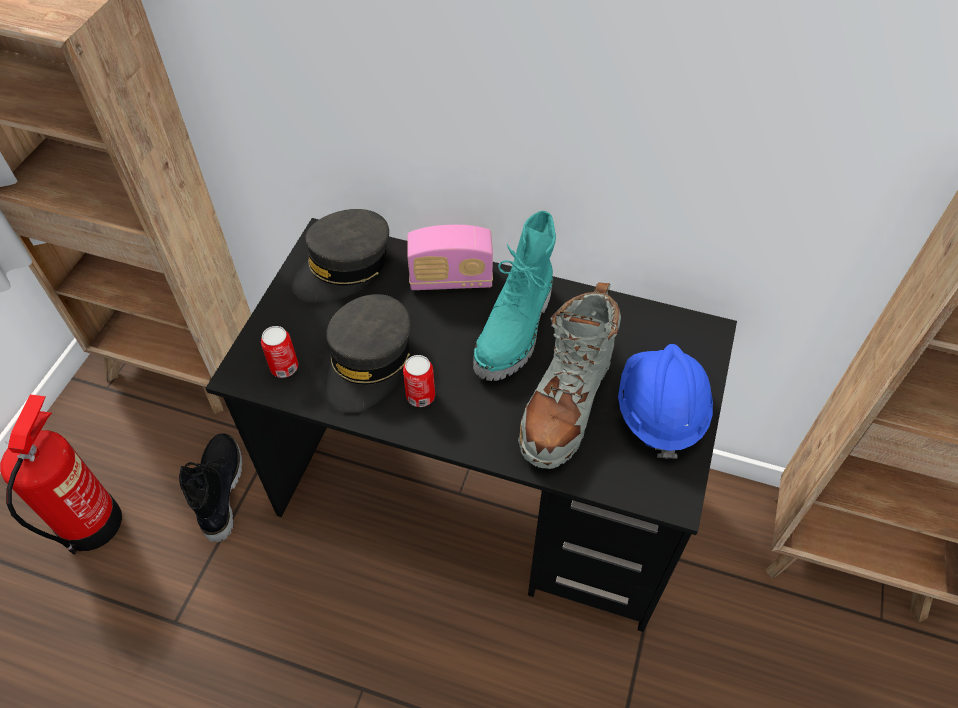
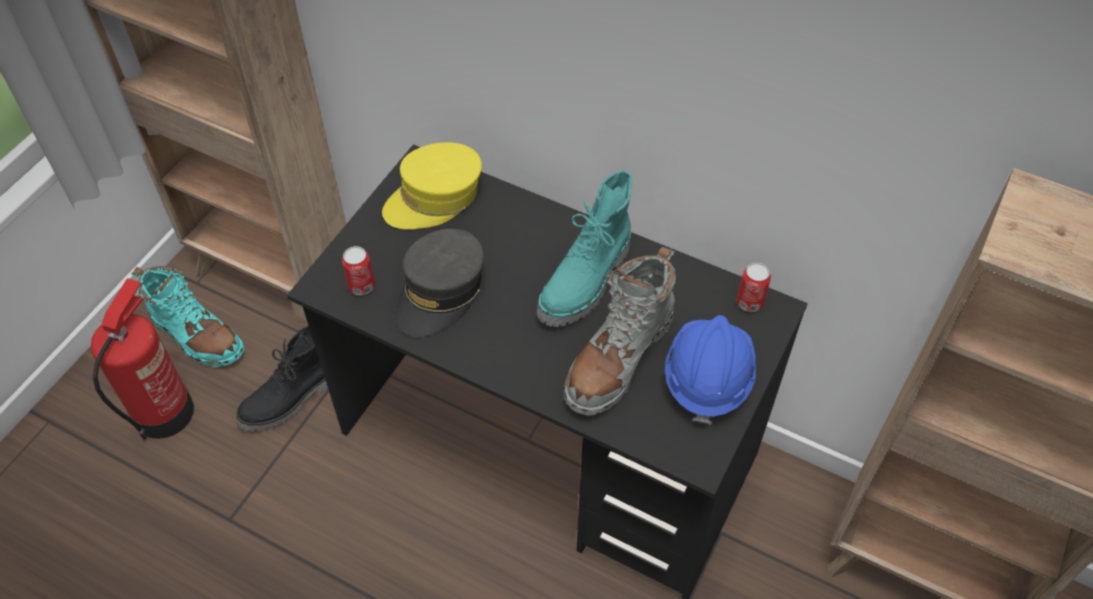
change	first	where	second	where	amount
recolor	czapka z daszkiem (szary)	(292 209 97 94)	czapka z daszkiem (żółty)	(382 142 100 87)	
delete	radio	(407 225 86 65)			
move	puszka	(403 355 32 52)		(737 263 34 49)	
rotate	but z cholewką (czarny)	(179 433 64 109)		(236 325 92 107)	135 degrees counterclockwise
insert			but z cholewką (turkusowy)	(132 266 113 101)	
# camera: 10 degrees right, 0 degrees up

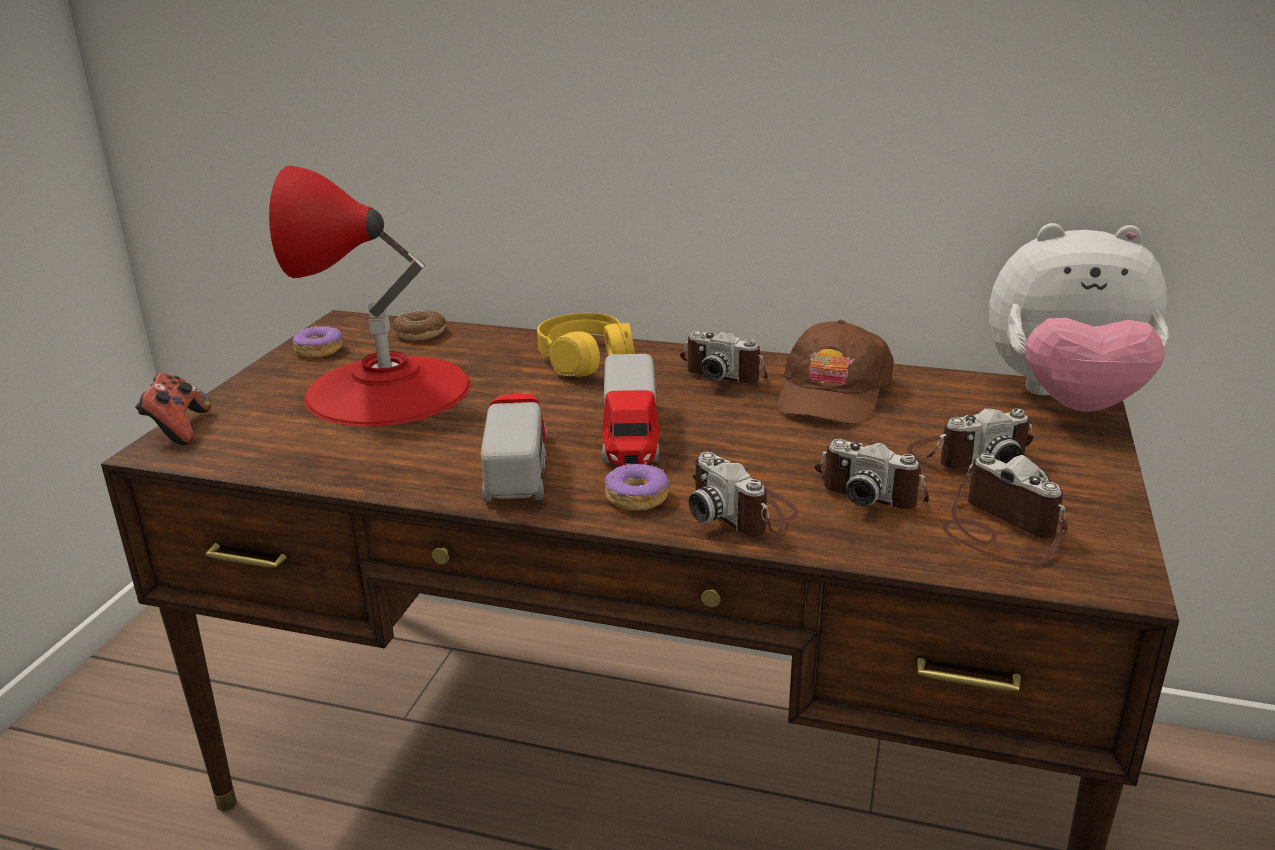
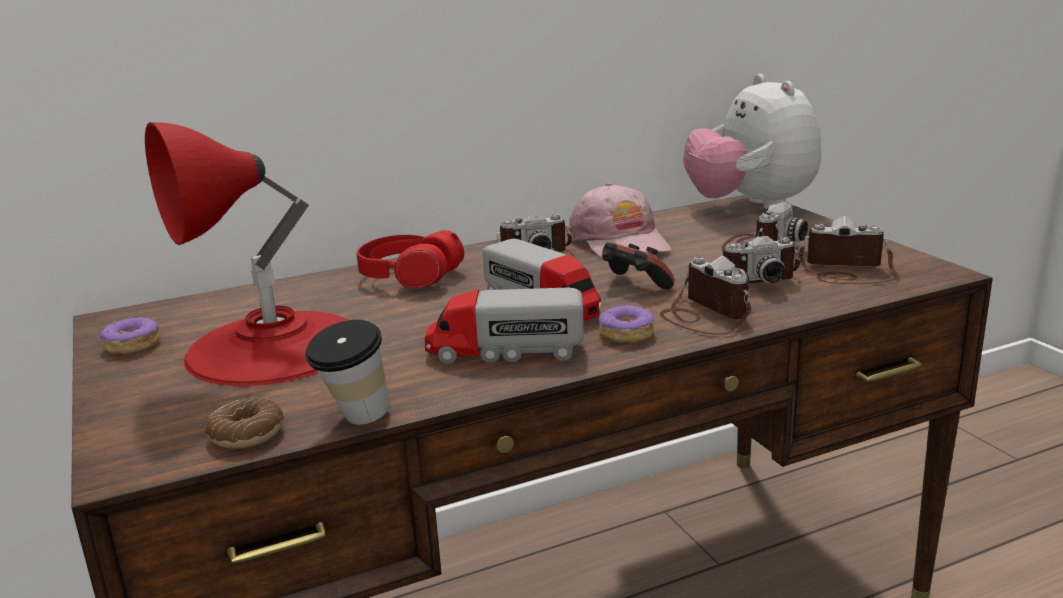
change	first	where	second	where	amount
rotate	pluszak	(989 223 180 189)		(684 74 137 135)	105 degrees clockwise
move	donut	(393 310 53 30)		(205 397 79 52)	
recolor	słuchawki (żółty)	(537 313 98 64)	słuchawki (czerwony)	(357 230 107 58)	
recolor	czapka z daszkiem (brązowy)	(777 320 117 104)	czapka z daszkiem (różowy)	(569 183 102 75)	
move	pad do gier	(135 373 76 72)		(602 242 72 47)	
rotate	ciężarówka zabawkowa	(481 394 66 108)		(425 288 159 76)	45 degrees counterclockwise
rotate	aparat fotograficzny	(689 452 110 85)		(660 255 91 79)	135 degrees counterclockwise
insert			filiżanka	(305 320 85 105)	
# camera: 40 degrees left, 5 degrees down

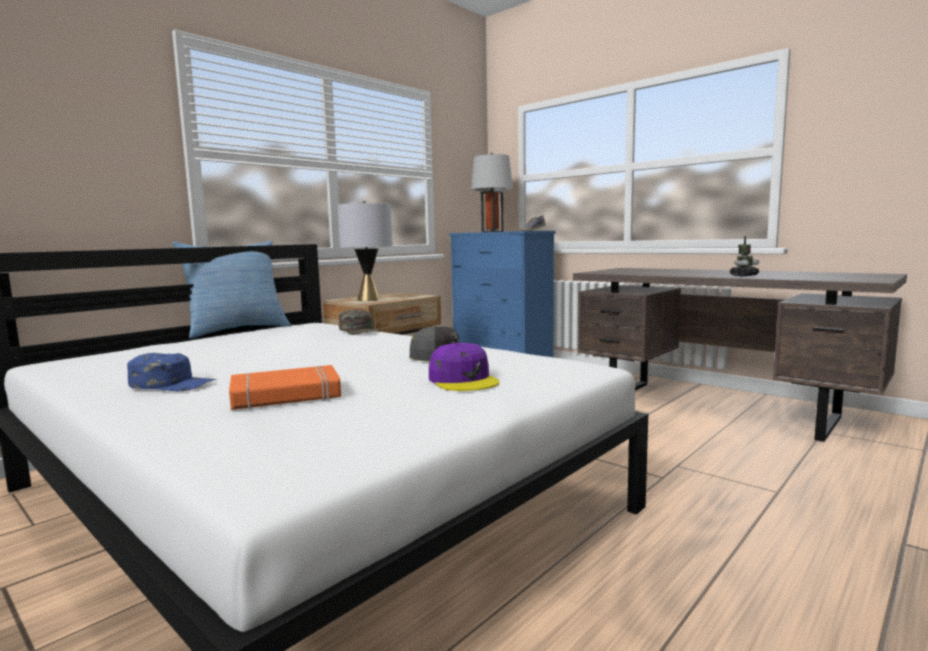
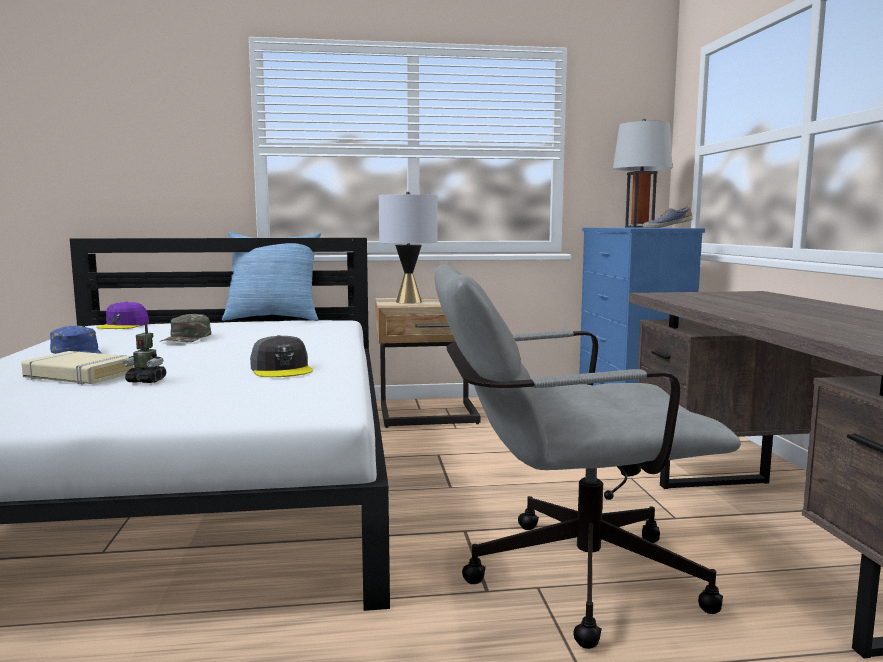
change	first	where	second	where	amount
move	robot zabawkowy	(730 236 29 40)		(122 321 44 62)	
move	czapka z daszkiem (zielony)	(339 309 42 26)		(161 314 50 28)	
move	czapka z daszkiem (fioletowy)	(429 343 70 48)		(96 301 53 28)	
recolor	książka (pomarańczowy)	(229 365 112 45)	książka (beżowy)	(21 351 112 33)	
insert			krzesło biurowe (szary)	(434 264 307 385)	
# camera: 40 degrees right, 0 degrees up

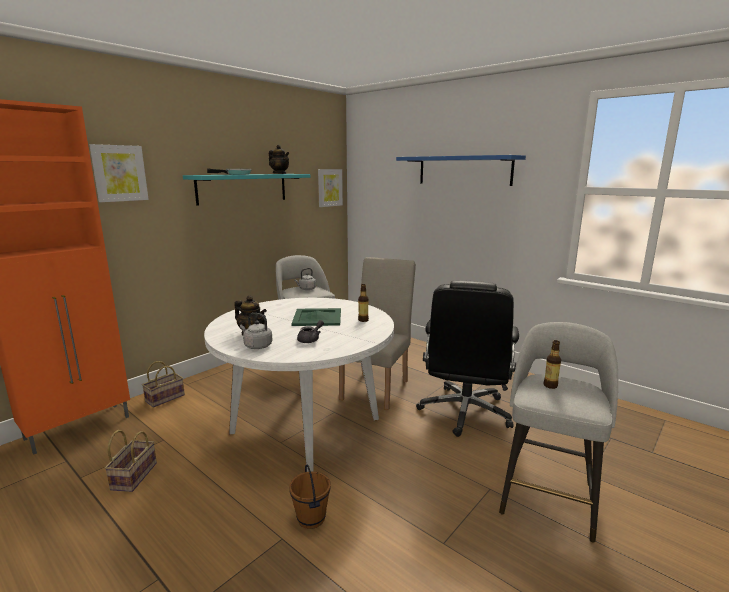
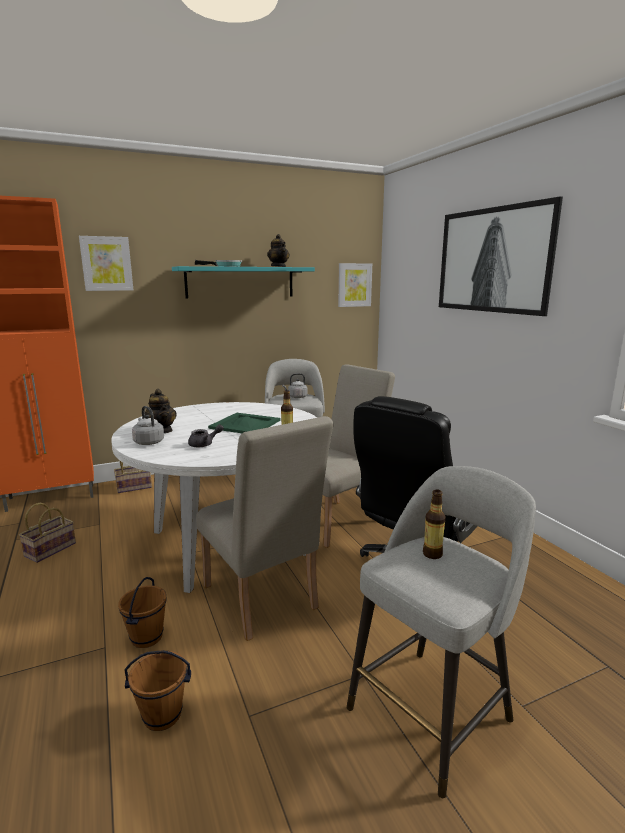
change	first	where	second	where	amount
replace	półka (niebieski)	(396 155 130 31)	obraz	(439 196 124 120)	
insert			krzesło (beżowy)	(196 416 137 225)	
insert			wiadro (brązowy)	(124 650 67 81)	
# camera: 25 degrees right, 0 degrees up

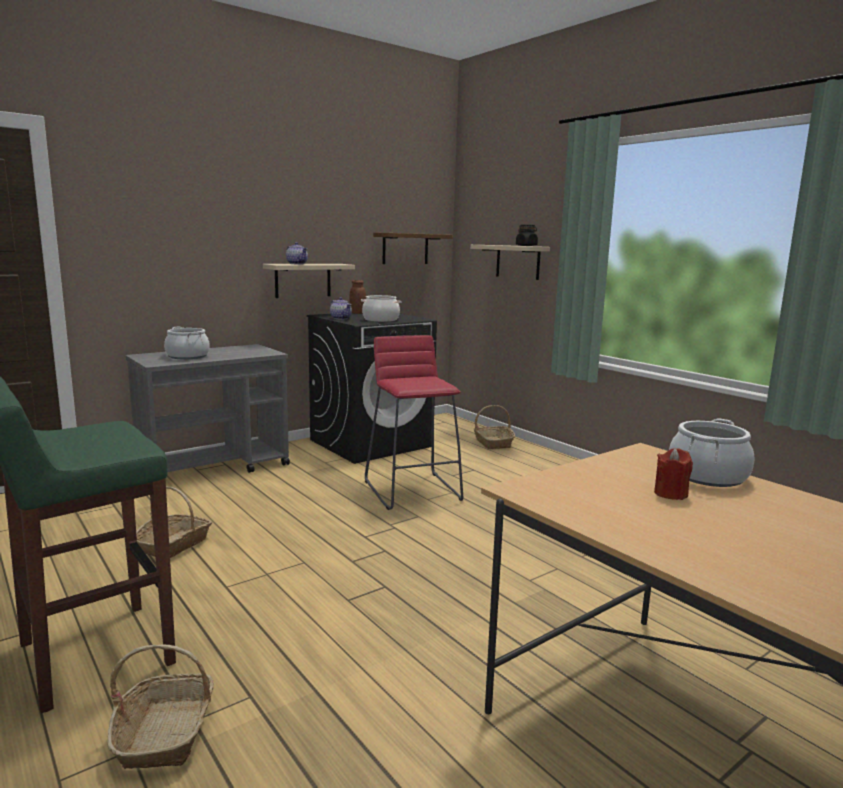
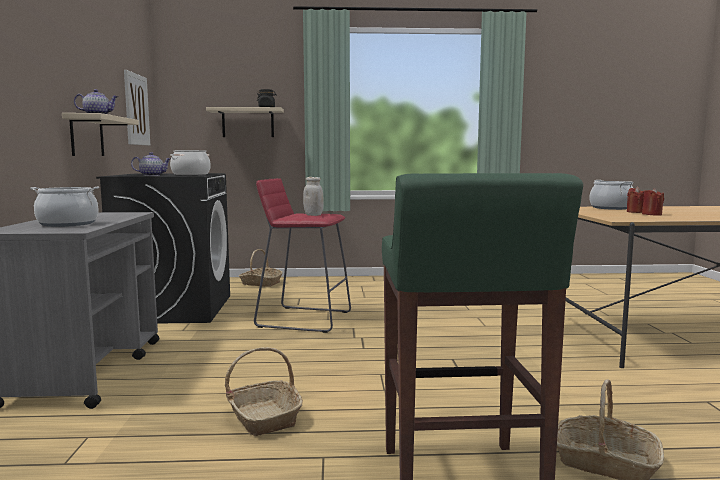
change	first	where	second	where	amount
replace	półka (brązowy)	(373 233 80 31)	obraz	(124 70 26 75)	
delete	słoik (brązowy)	(349 280 17 34)			
insert			słoik (biały)	(303 177 20 39)	
insert			świeca (czerwony)	(642 188 22 28)	
# camera: 55 degrees left, 5 degrees down

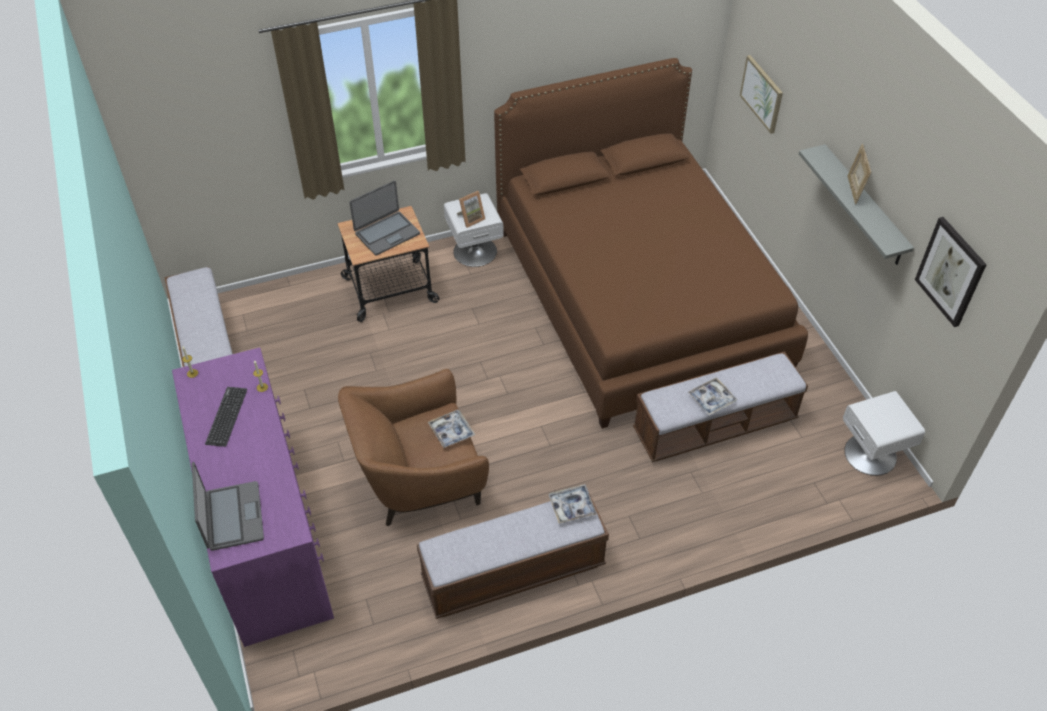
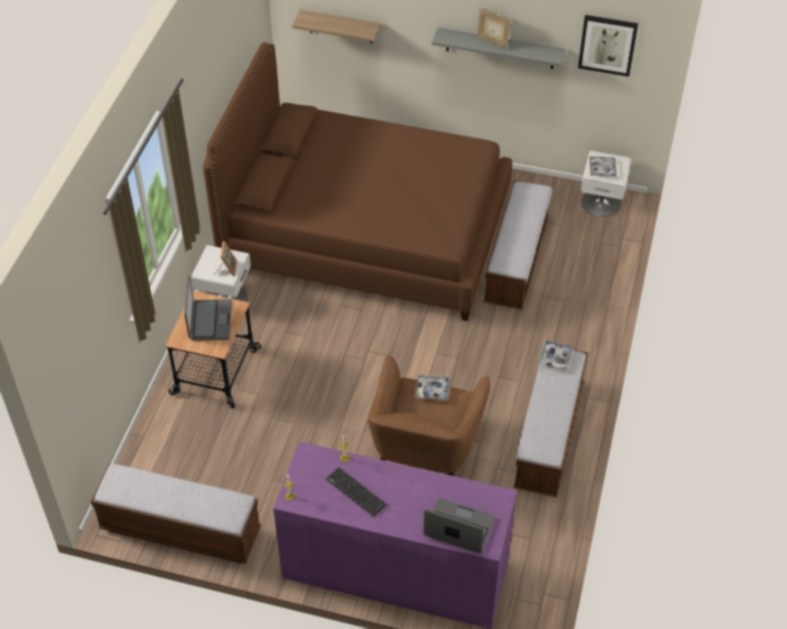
change	first	where	second	where	amount
replace	obraz	(740 55 43 79)	półka	(292 10 89 33)	
move	taca	(688 377 49 38)		(589 156 28 21)	
# camera: 55 degrees left, 0 degrees up

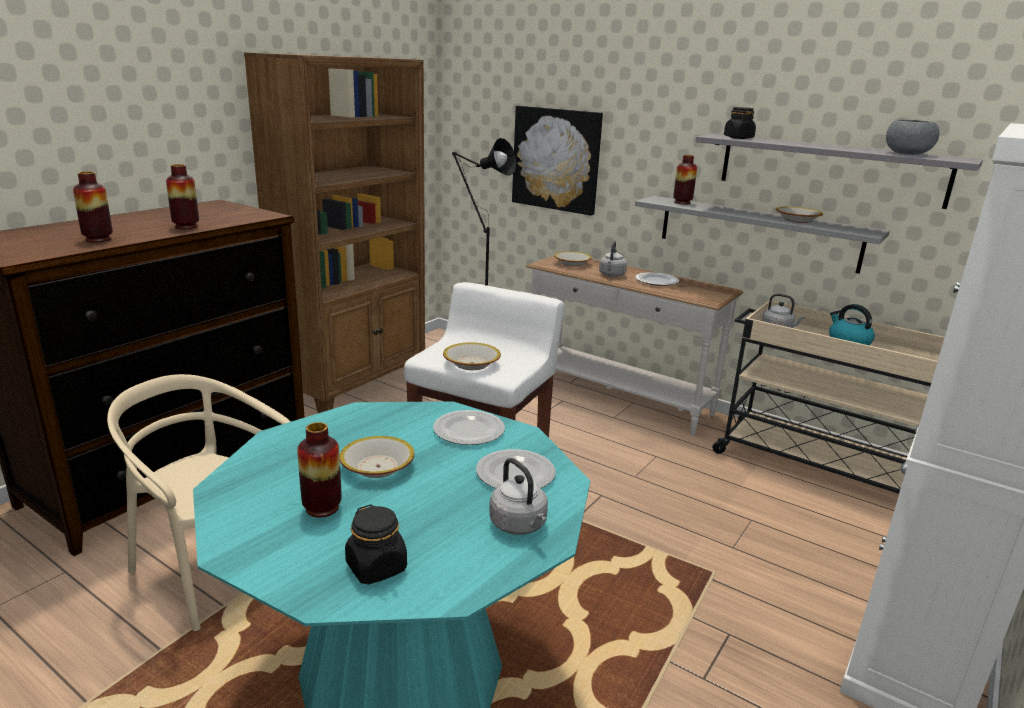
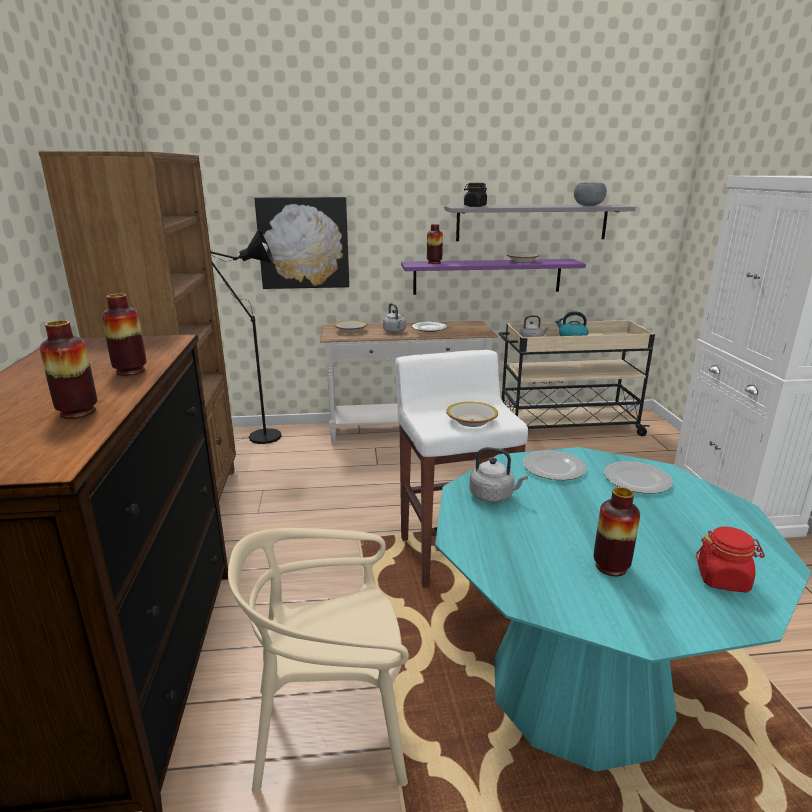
change	first	where	second	where	amount
recolor	półka (szary)	(635 196 255 78)	półka (fioletowy)	(401 259 185 36)	
delete	miska	(339 436 75 42)			
move	czajnik (szary)	(489 458 59 77)		(470 447 58 56)	
recolor	słoik (czarny)	(345 504 62 80)	słoik (czerwony)	(696 526 69 67)	
# camera: 40 degrees left, 0 degrees up

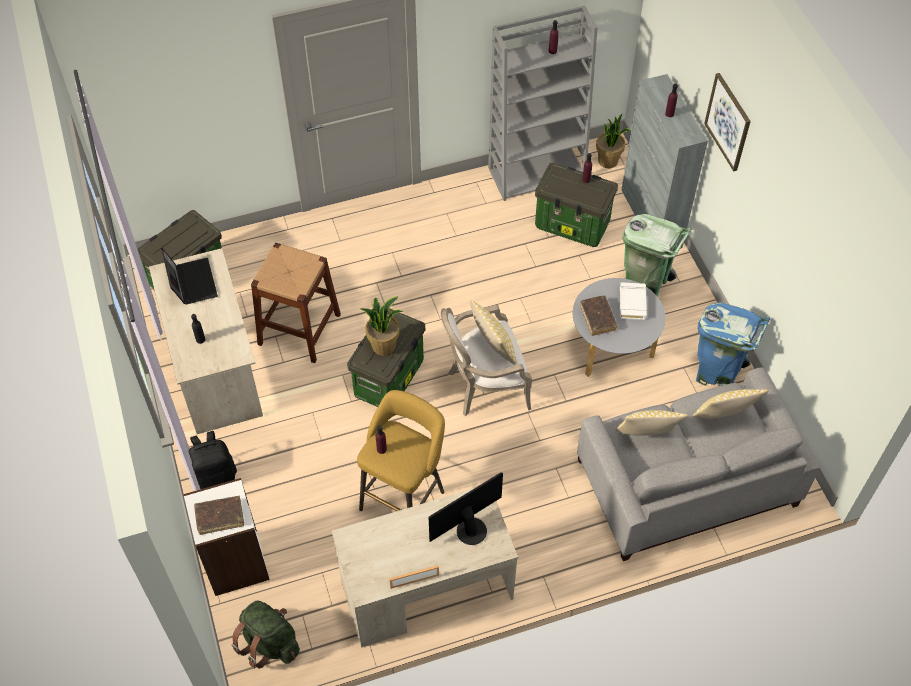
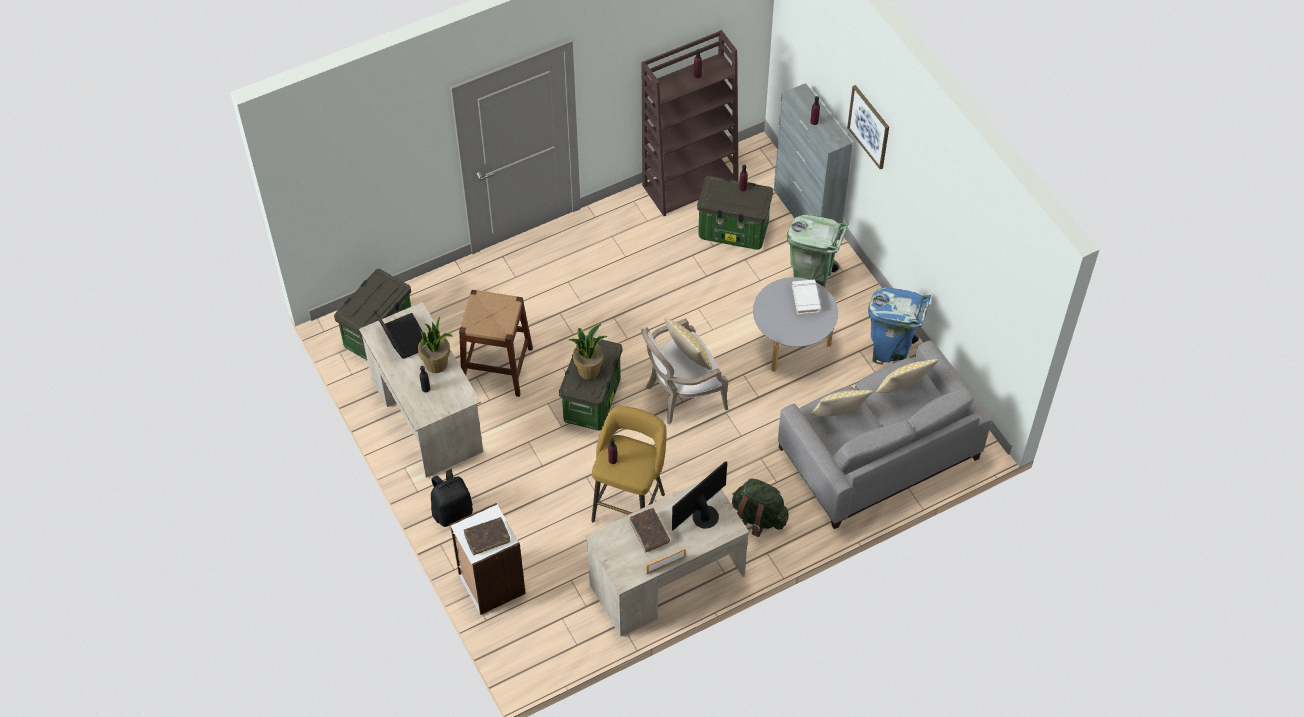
change	first	where	second	where	amount
recolor	regał (szary)	(488 5 110 196)	regał (brązowy)	(642 30 97 186)	
move	roślina doniczkowa	(596 114 35 54)		(418 317 35 56)	
move	książka (brązowy)	(580 295 38 41)		(629 508 41 44)	
move	plecak (zielony)	(231 600 69 69)		(732 479 56 58)	
# camera: 10 degrees left, 0 degrees up

